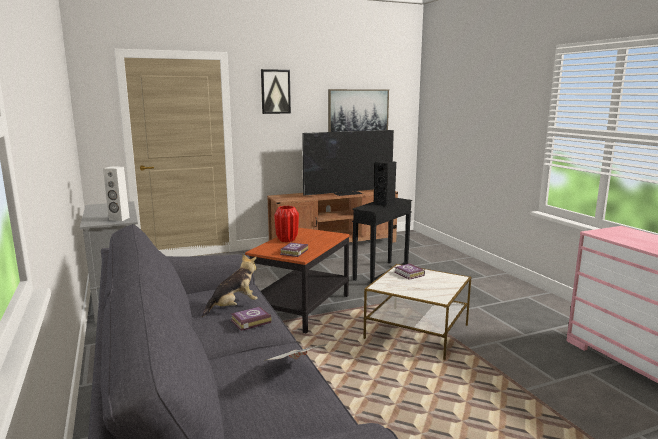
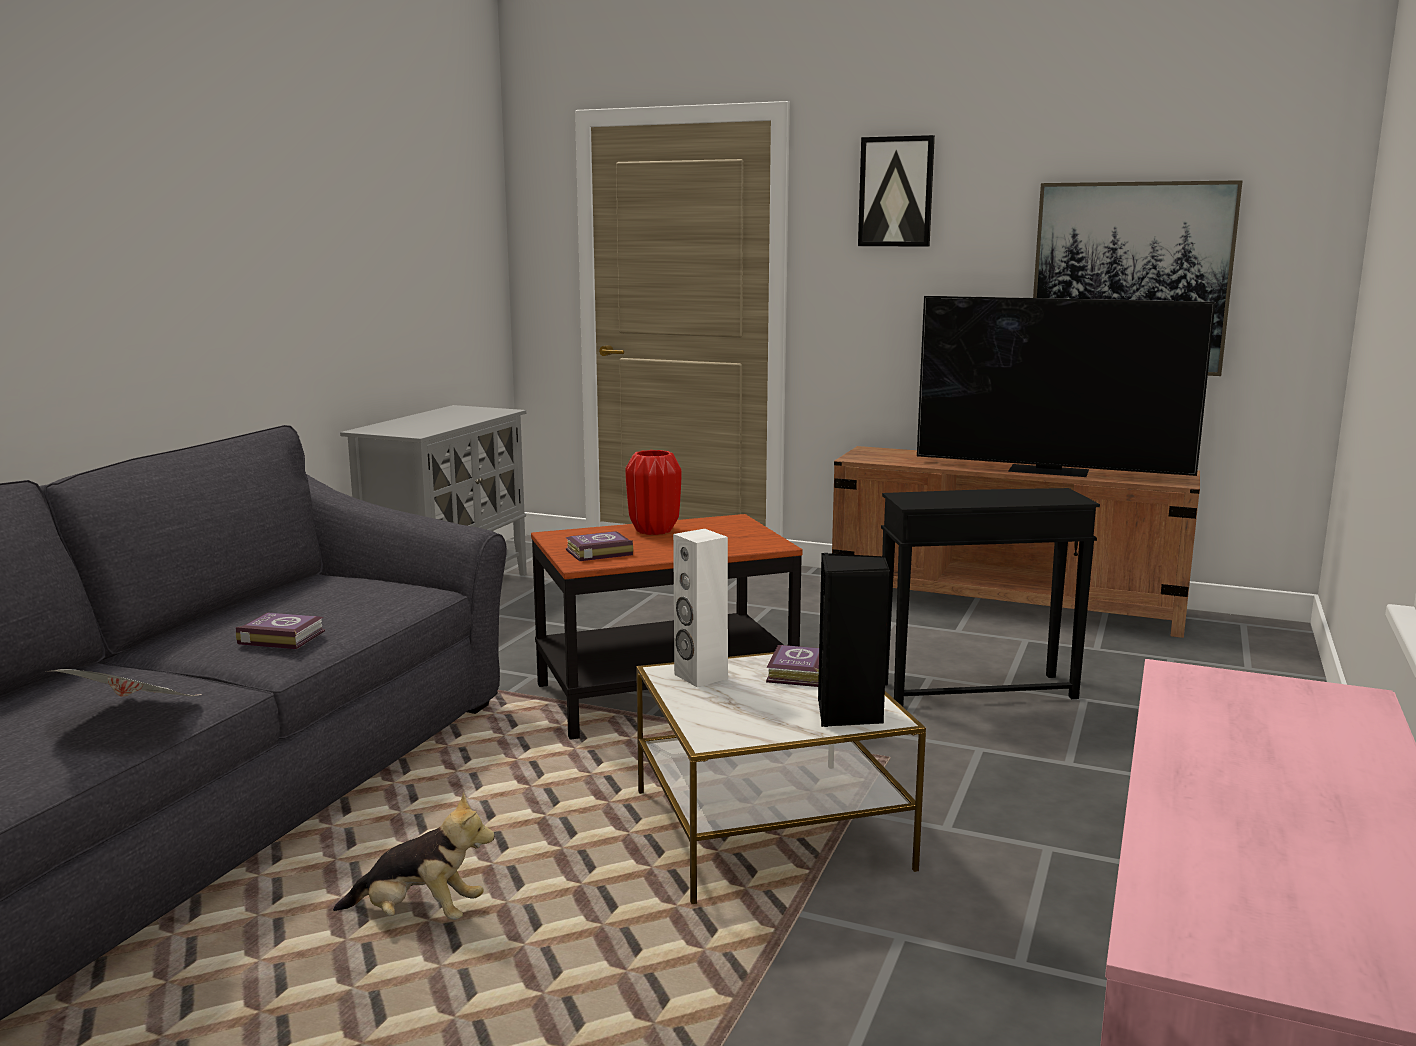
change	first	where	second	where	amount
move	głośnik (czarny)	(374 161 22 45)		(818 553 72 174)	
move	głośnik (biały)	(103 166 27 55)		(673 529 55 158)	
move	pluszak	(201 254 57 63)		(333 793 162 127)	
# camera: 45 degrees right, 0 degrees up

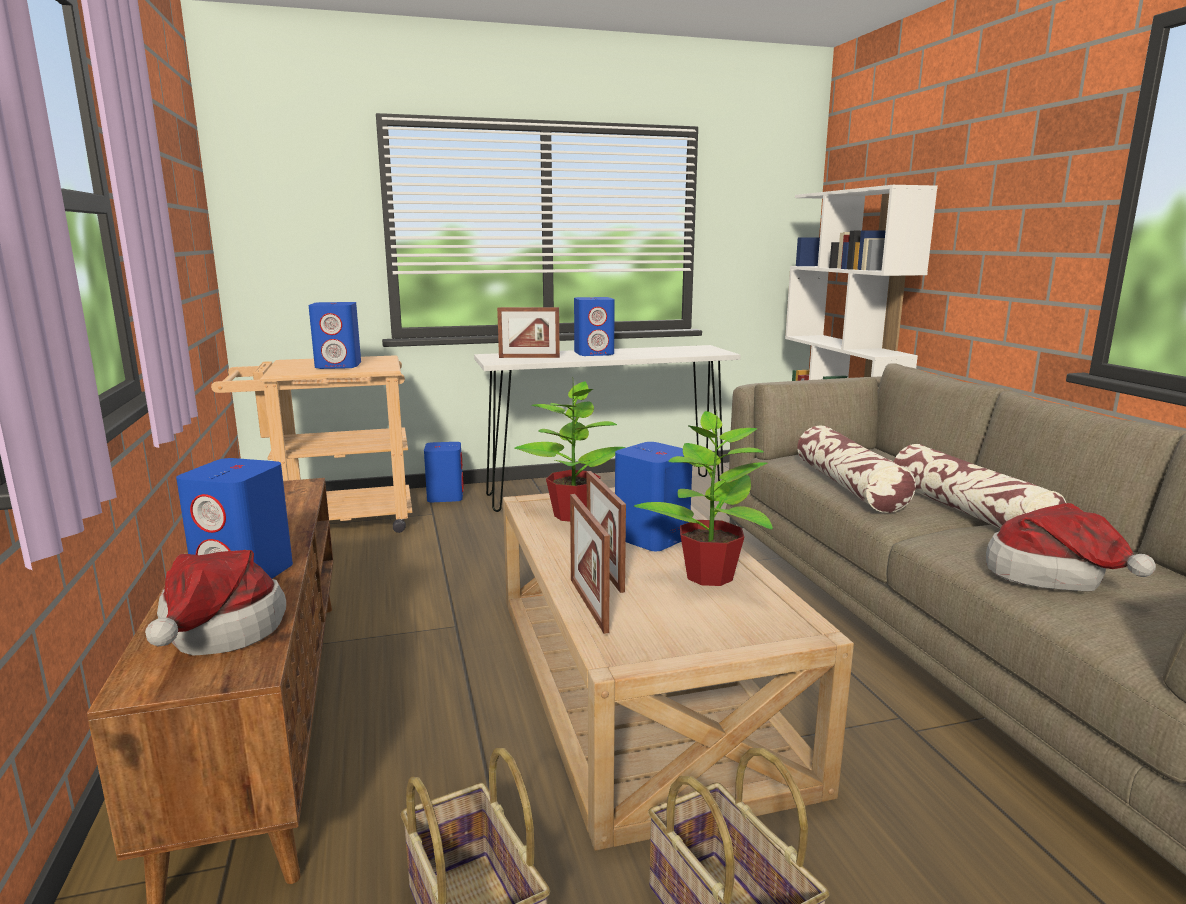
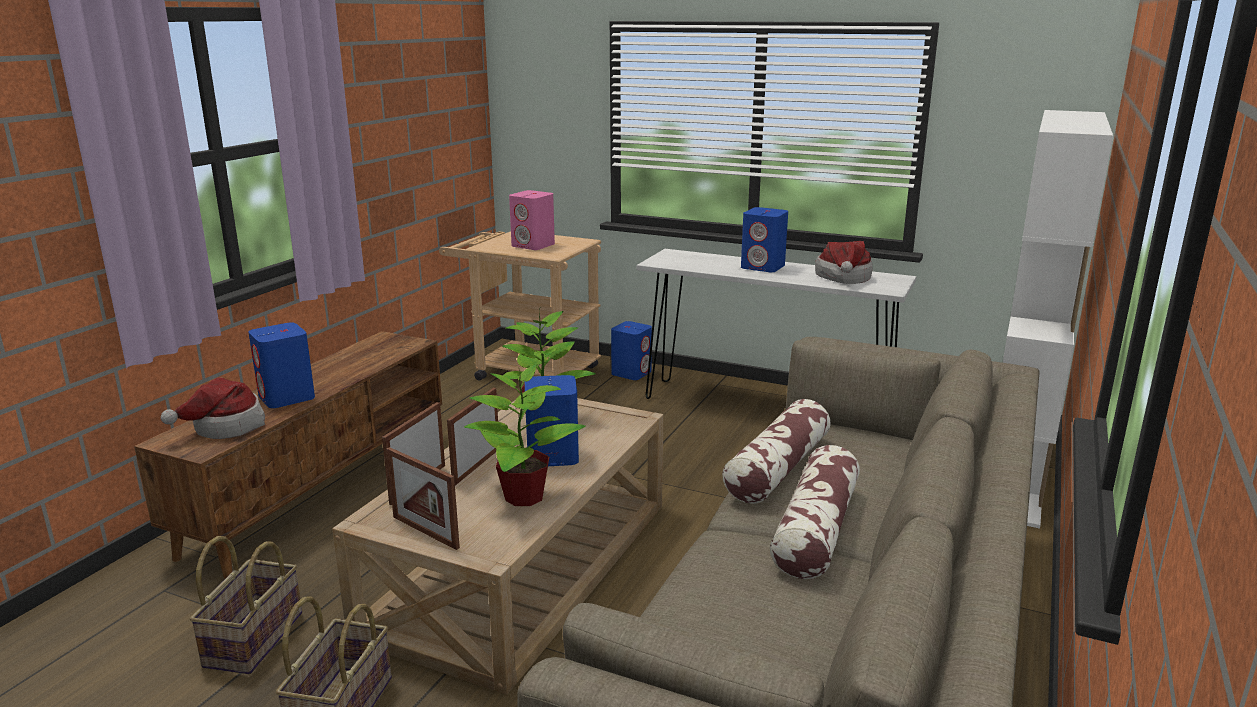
change	first	where	second	where	amount
recolor	głośnik (niebieski)	(309 302 52 67)	głośnik (różowy)	(509 190 46 60)	
move	ramka na zdjęcie	(497 307 63 51)		(386 447 74 103)	
move	kapelusz	(986 503 170 88)		(815 241 57 43)	
# camera: 40 degrees right, 5 degrees up

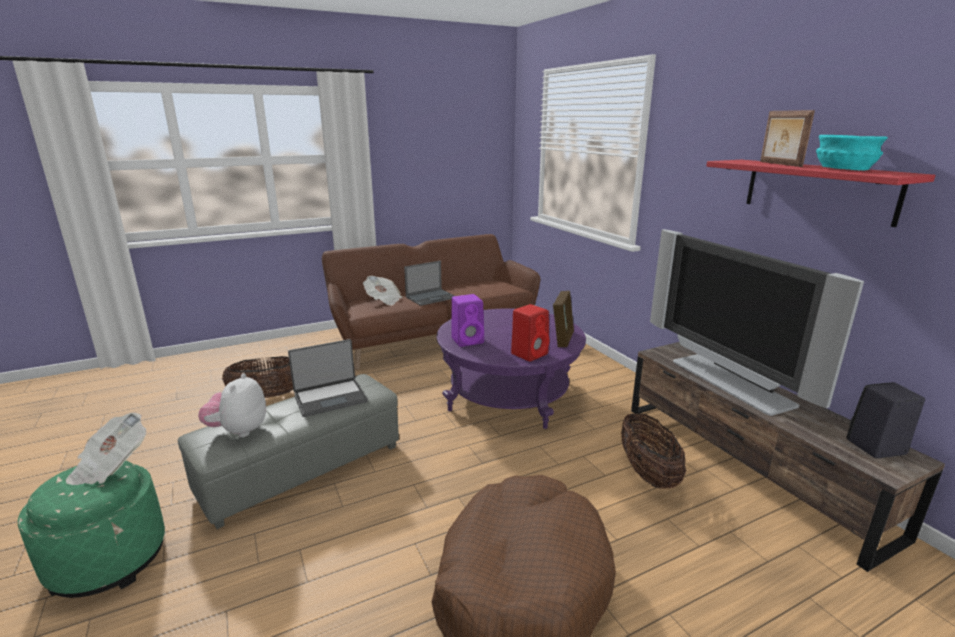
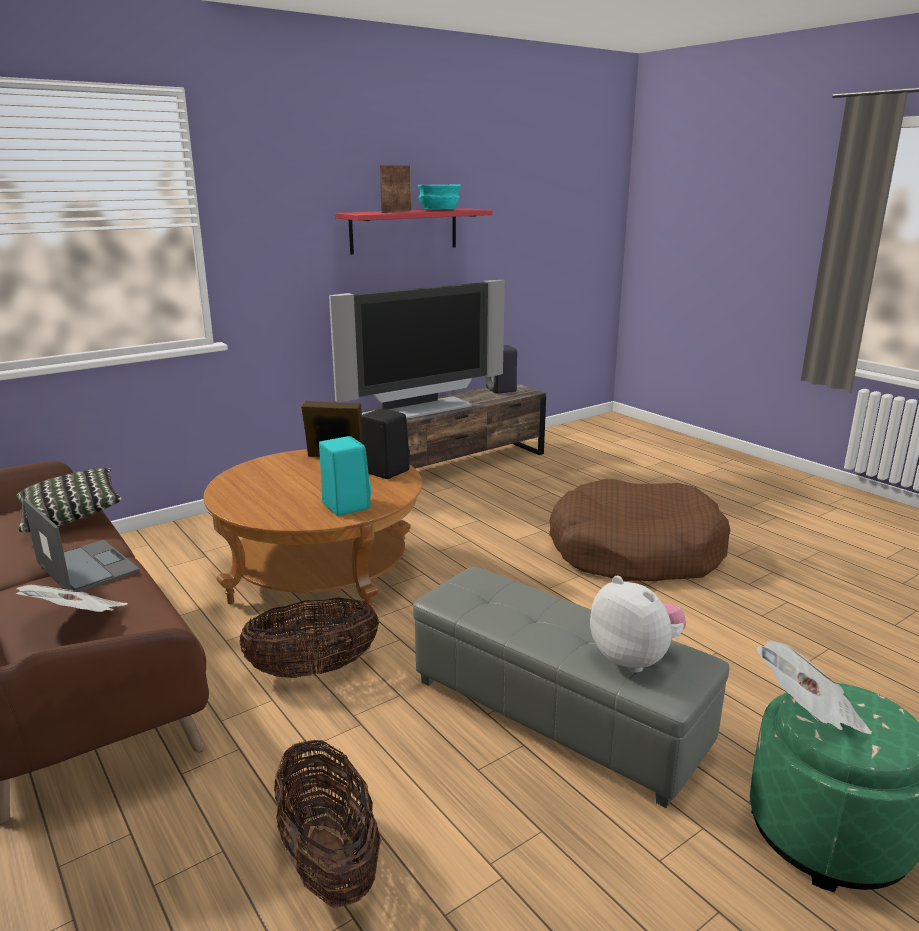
change	first	where	second	where	amount
rotate	ramka na zdjęcie	(760 110 55 57)		(380 165 31 48)	135 degrees clockwise
recolor	głośnik (fioletowy)	(451 294 33 53)	głośnik (turkusowy)	(319 436 52 80)	
recolor	głośnik (czerwony)	(511 304 38 58)	głośnik (czarny)	(361 409 49 70)	
recolor	ława (fioletowy)	(436 308 150 121)	ława (brązowy)	(203 449 219 157)	
delete	laptop	(288 339 80 78)			
rotate	pluszak	(198 373 68 64)		(590 576 96 97)	120 degrees counterclockwise
move	koszyk	(621 413 65 76)		(239 597 140 81)	
insert			poduszka	(16 468 106 65)	
# camera: 100 degrees left, 0 degrees up

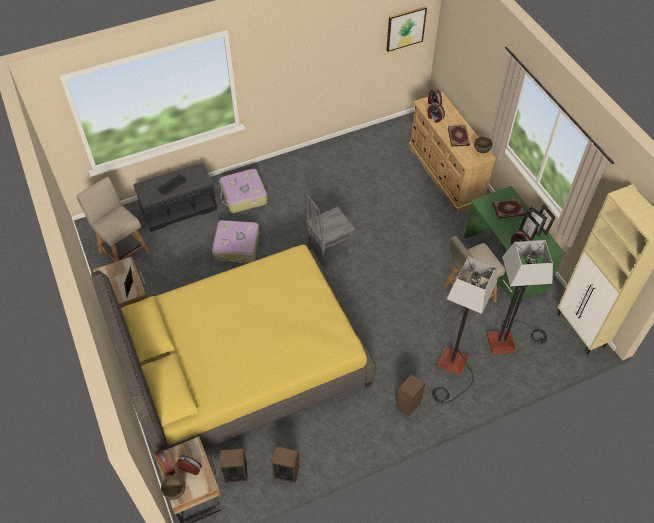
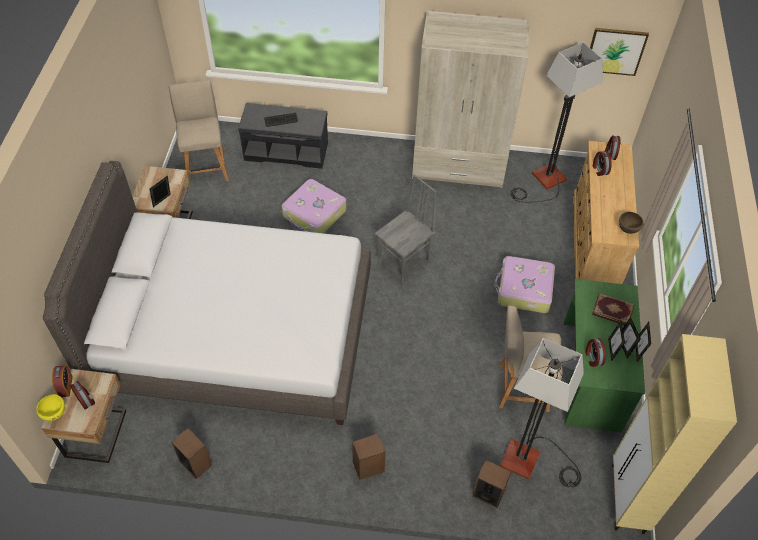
change	first	where	second	where	amount
delete	książka	(448 125 22 22)			
move	walizka	(219 169 49 44)		(494 256 61 57)	
rotate	krzesło (szary)	(306 194 49 72)		(375 175 61 107)	135 degrees clockwise
recolor	łóżko (żółty)	(91 244 285 210)	łóżko (szary)	(43 161 328 264)	
move	lampa stojąca	(432 256 65 147)		(511 42 92 161)	
move	głośnik	(220 448 27 35)		(472 460 40 48)	
recolor	miska (brązowy)	(161 475 24 25)	miska (żółty)	(36 394 29 27)	
insert			szafa (beżowy)	(412 11 117 177)	
# camera: 30 degrees right, 0 degrees up

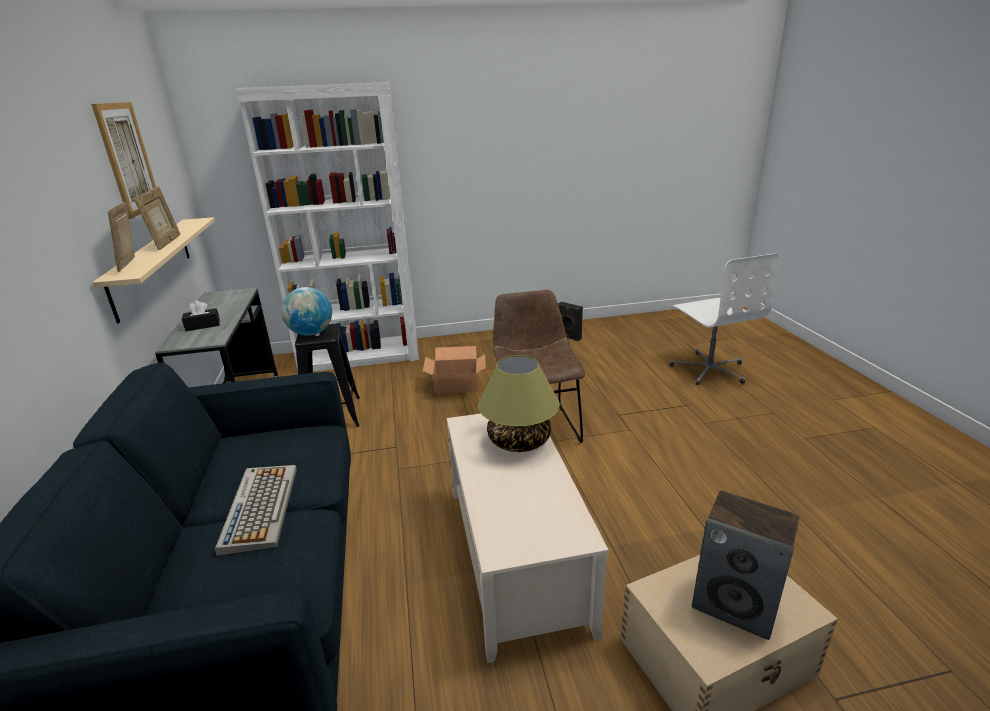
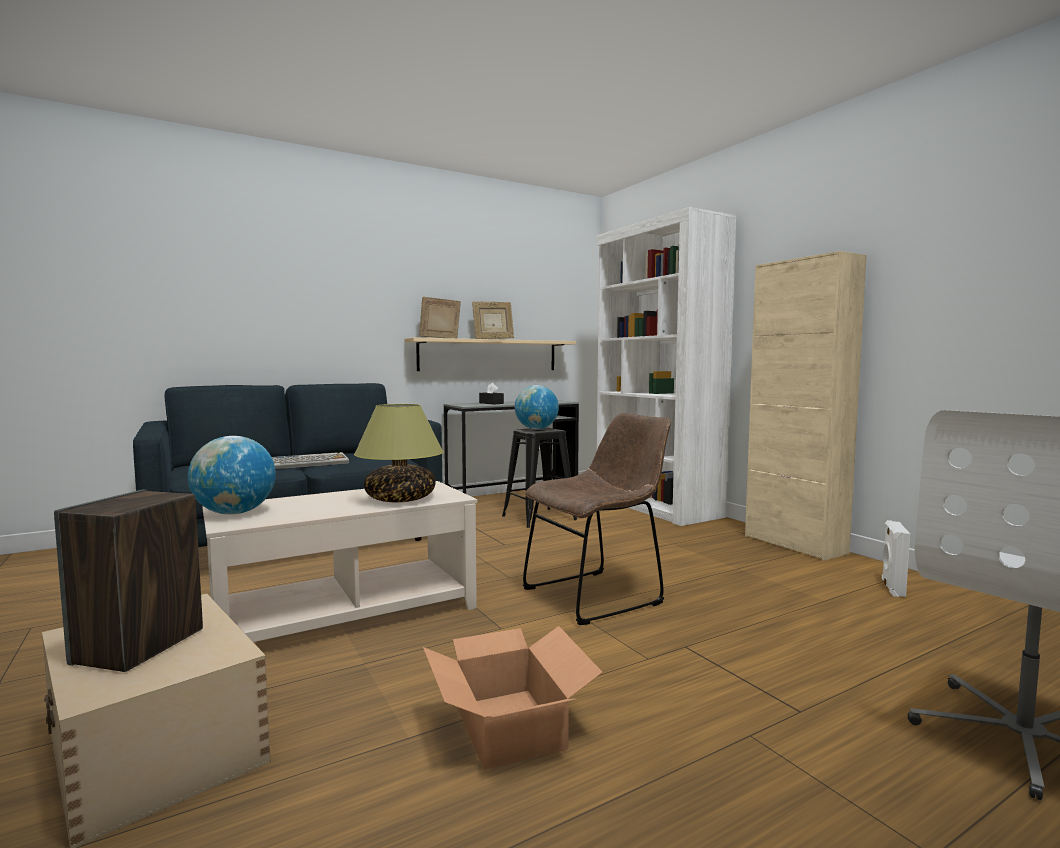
change	first	where	second	where	amount
delete	obraz	(91 102 65 117)			
recolor	głośnik (czarny)	(558 302 25 39)	głośnik (biały)	(882 520 28 77)	
move	karton	(423 346 63 48)		(423 626 180 144)	
insert			szafka (beżowy)	(745 251 122 310)	
insert			globus	(188 436 88 79)	
# camera: 70 degrees right, 20 degrees down

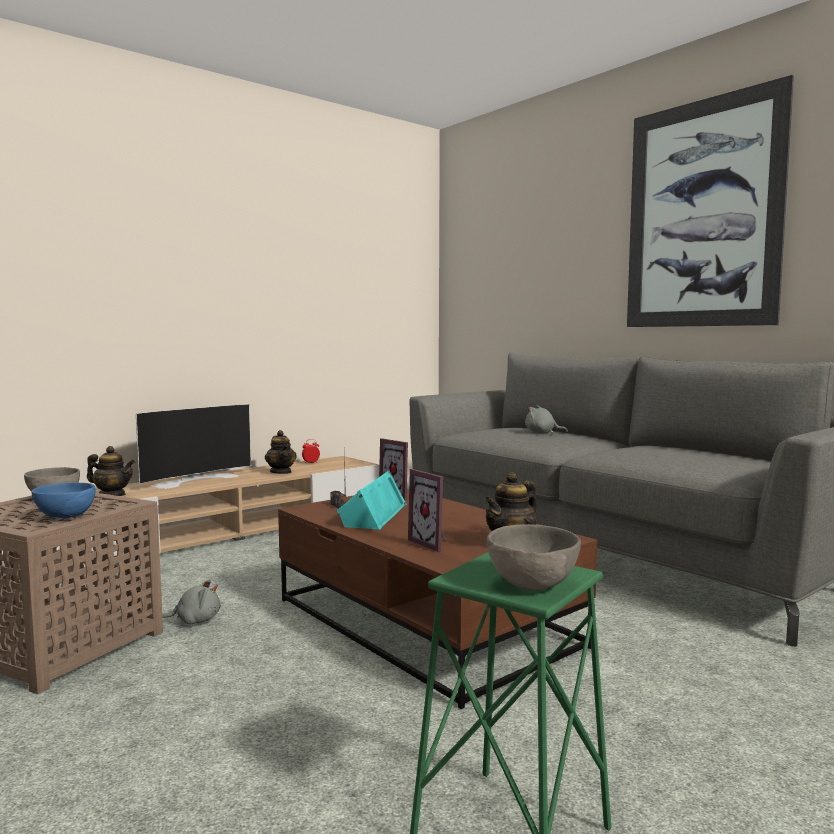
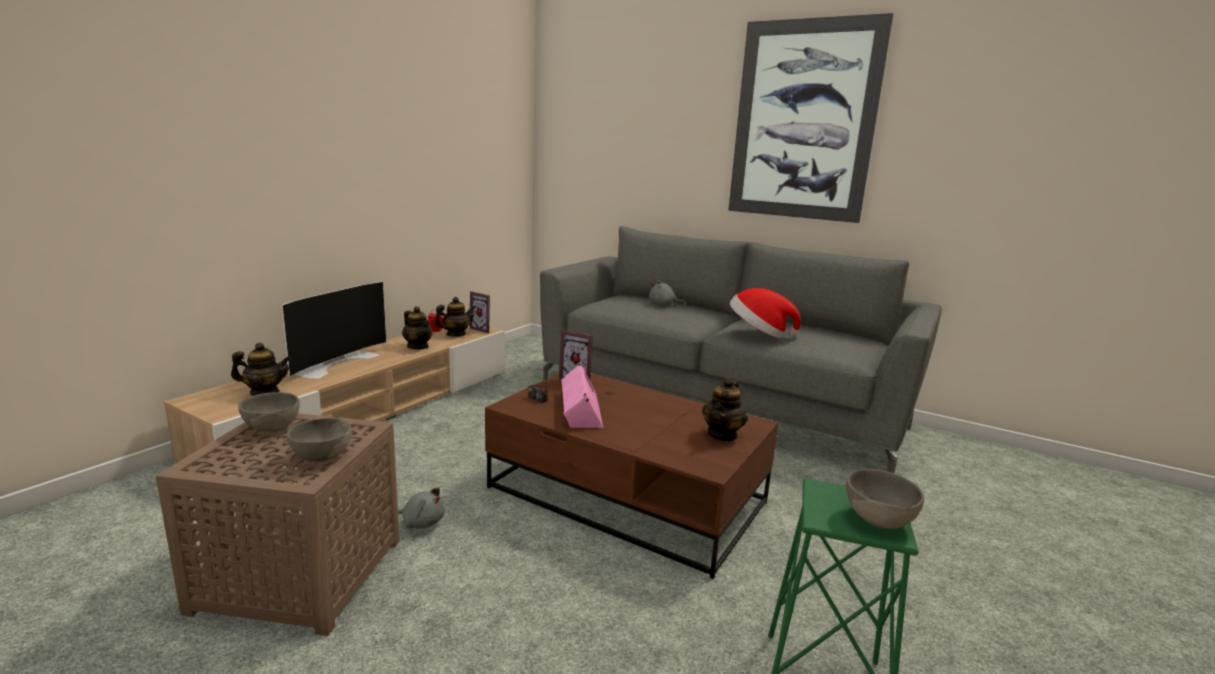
change	first	where	second	where	amount
move	ramka na zdjęcie	(408 469 39 83)		(470 291 20 42)	
recolor	głośnik (turkusowy)	(337 470 69 60)	głośnik (różowy)	(561 363 42 65)	
recolor	miska (niebieski)	(32 483 64 35)	miska (szary)	(286 418 66 43)	
rotate	pluszak (szary)	(162 579 58 45)		(398 487 47 42)	45 degrees clockwise
insert			kapelusz	(730 288 71 50)	
insert			imbryk	(434 297 42 40)	
# camera: 20 degrees left, 10 degrees up

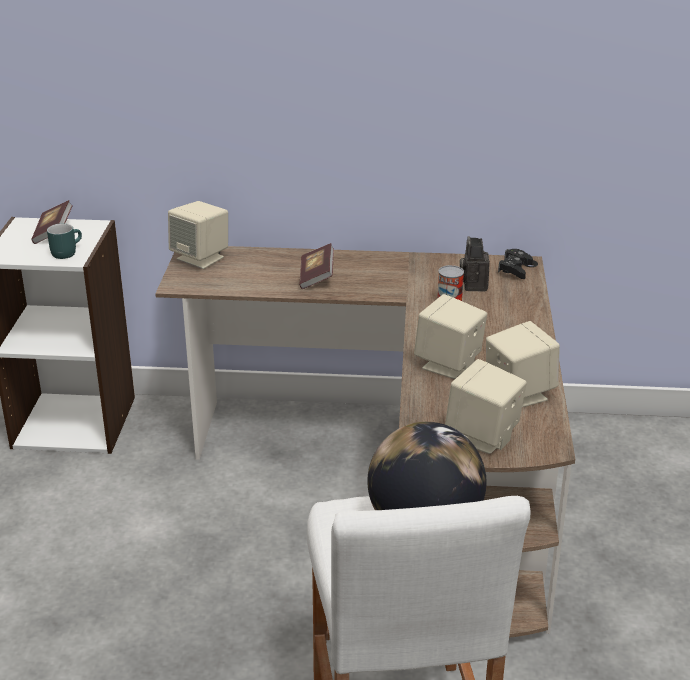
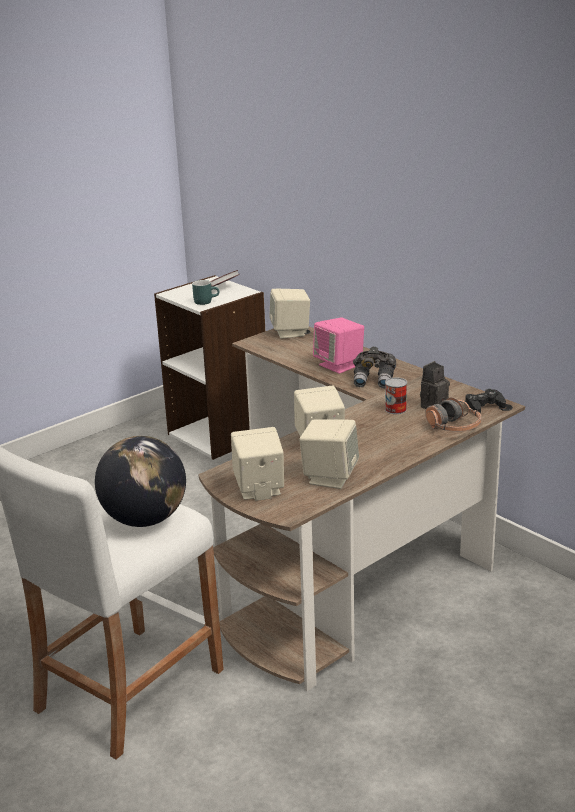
change	first	where	second	where	amount
replace	książka	(299 243 35 46)	głośnik (różowy)	(313 318 51 56)	
insert			lornetka (szary)	(353 347 43 41)	
insert			słuchawki	(425 397 56 35)	
# camera: 45 degrees right, 5 degrees down

